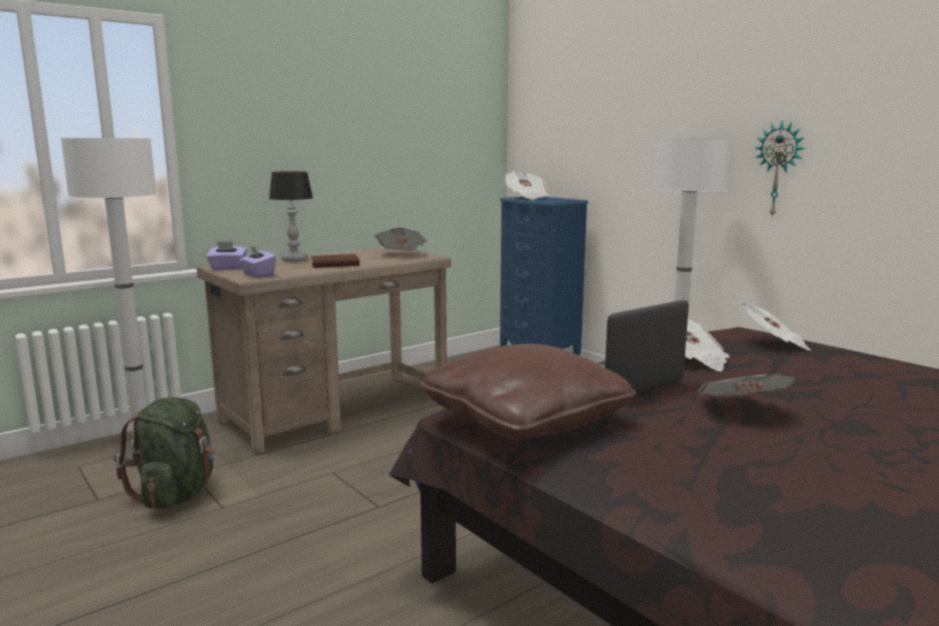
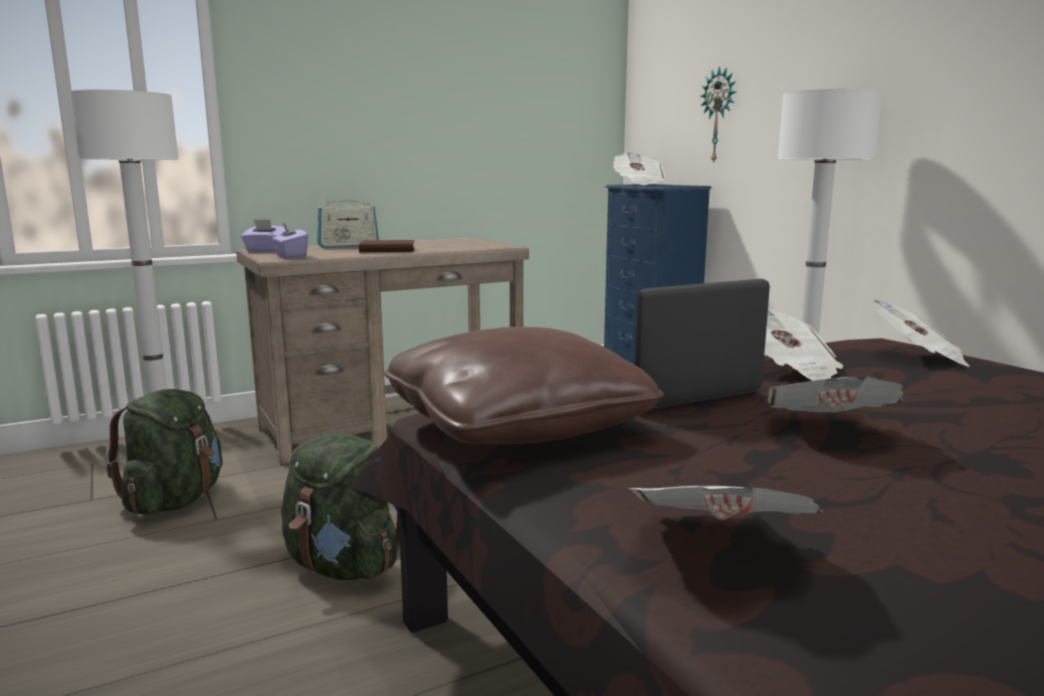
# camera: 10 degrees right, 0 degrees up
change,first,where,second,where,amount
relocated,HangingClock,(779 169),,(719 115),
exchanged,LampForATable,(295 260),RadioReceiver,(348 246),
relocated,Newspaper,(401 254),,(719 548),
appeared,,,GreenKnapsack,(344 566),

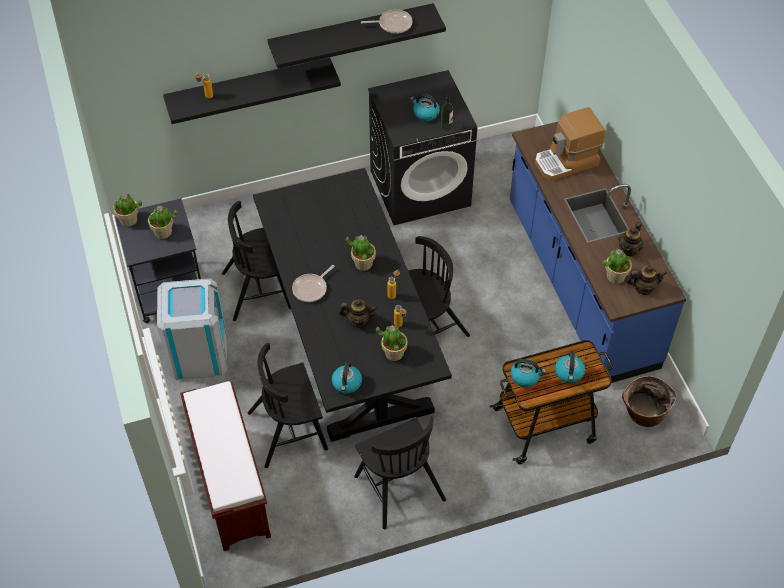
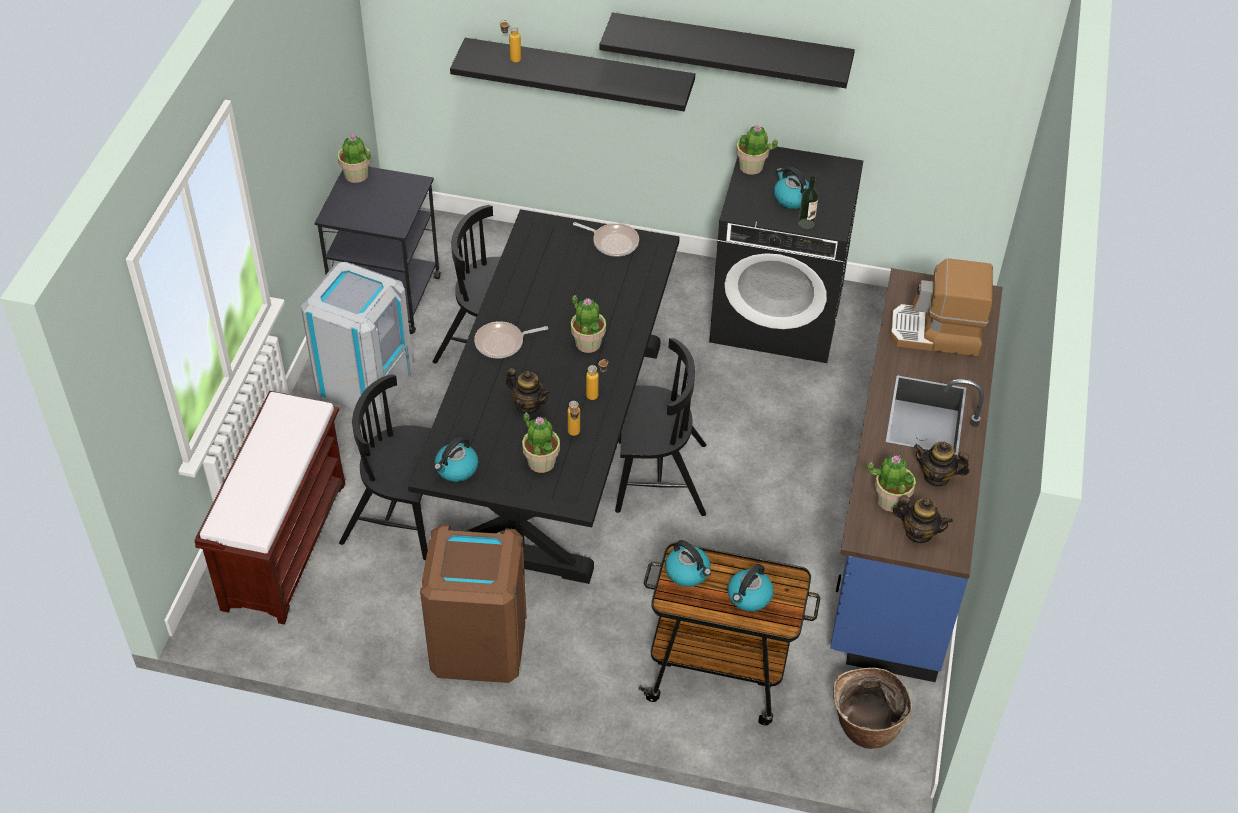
# camera: 30 degrees right, 5 degrees down
change,first,where,second,where,amount
relocated,FryingPan,(393 24),,(613 242),
relocated,PlantInAPot,(163 232),,(751 167),
spun,PotForTea,(629 250),,(936 477),45 degrees clockwise
exchanged,BlackColouredChair,(397 483),BrownColouredWasteBin,(478 643),

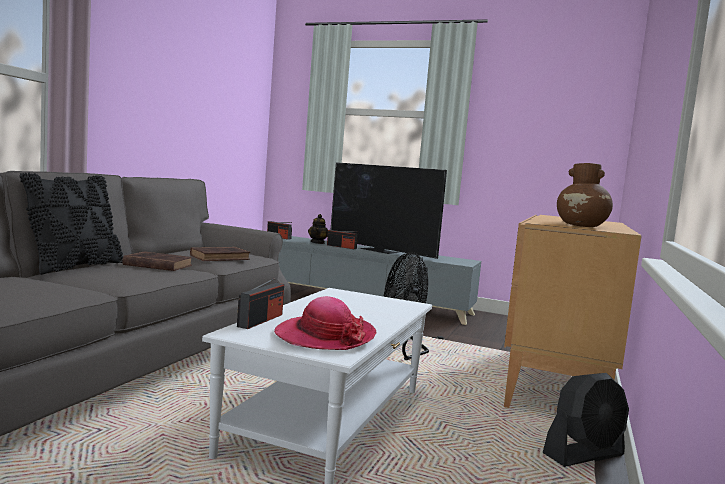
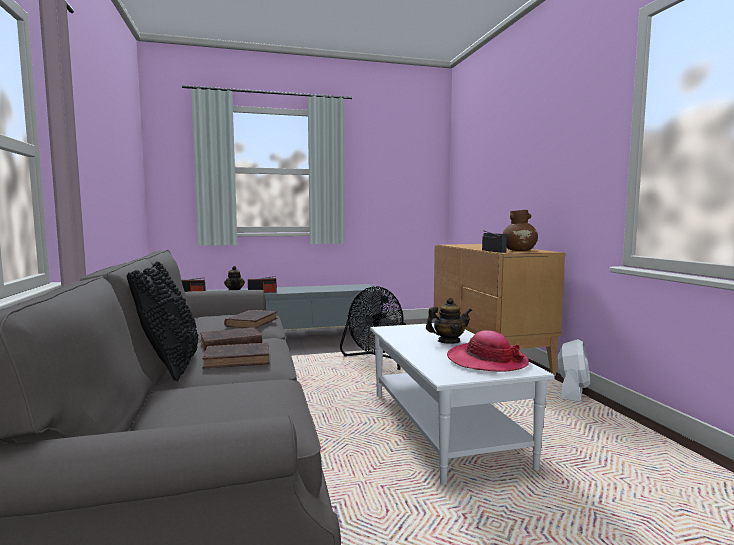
# camera: 35 degrees left, 0 degrees up
change,first,where,second,where,amount
missing,Tv,(379 250),,,
relocated,RadioReceiver,(260 320),,(493 251),
colour,BlackColouredElectricFan,(584 454),WhitishElectricFan,(572 392),
appeared,,,PotForTea,(448 341),
appeared,,,BrownColouredBook,(239 359),

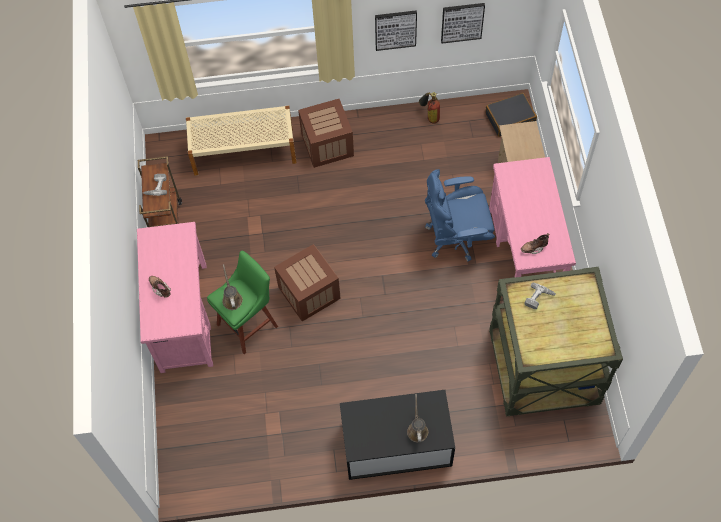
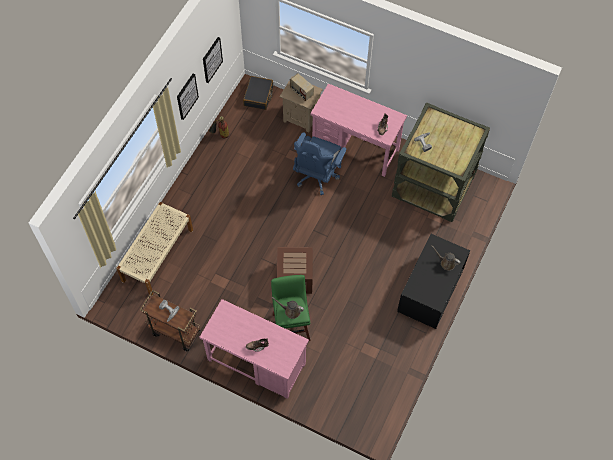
# camera: 60 degrees left, 0 degrees up
change,first,where,second,where,amount
missing,Crate,(327 145),,,
appeared,,,RadioReceiver,(301 92),

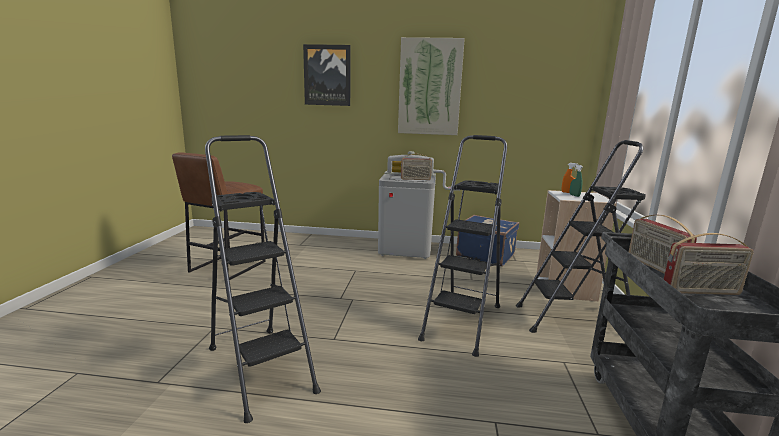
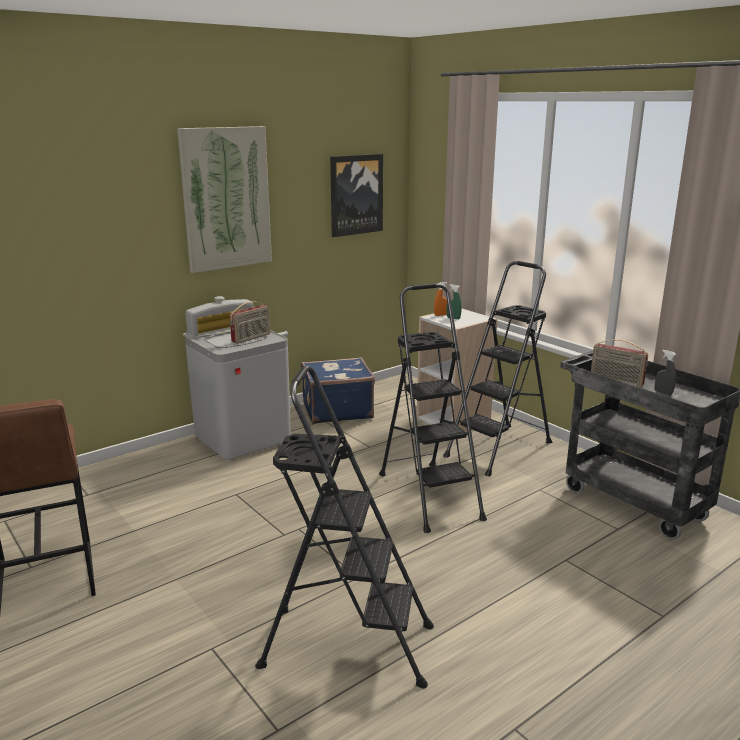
# camera: 45 degrees left, 5 degrees up
change,first,where,second,where,amount
relocated,WallPicture,(327 75),,(356 195),
exchanged,RadioReceiver,(701 292),GreySprayer,(663 393),

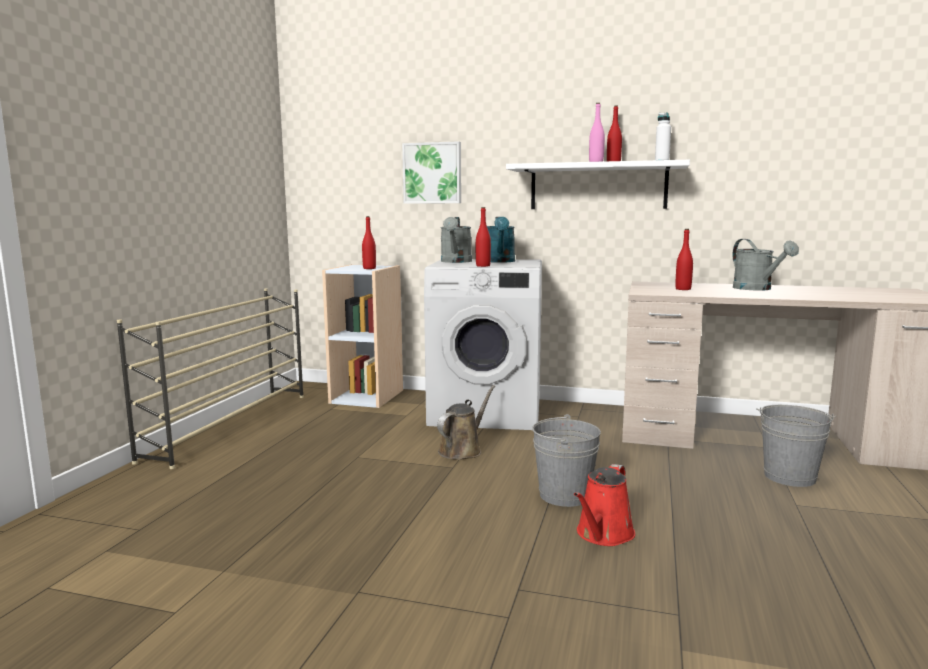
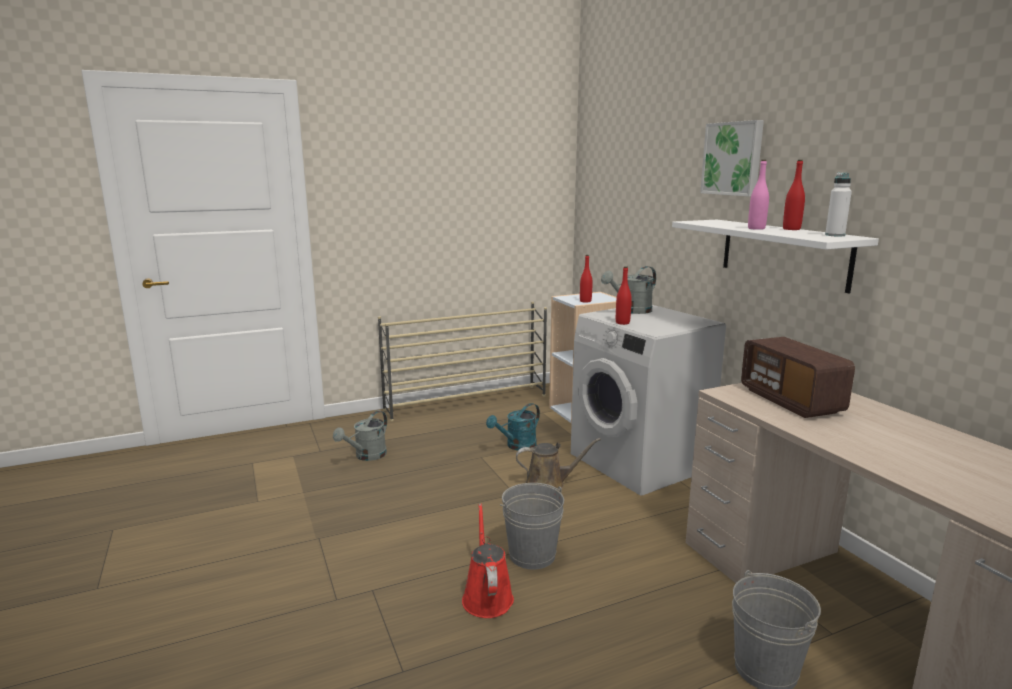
# camera: 50 degrees right, 5 degrees up
change,first,where,second,where,amount
relocated,WallPicture,(432 173),,(733 158),
relocated,TurquoiseWateringPot,(500 261),,(517 446),
exchanged,RedColouredBeverageBottle,(683 289),RadioReceiver,(790 401),
relocated,GreyWateringPot,(757 289),,(366 456),
spun,RedColouredWateringPot,(603 535),,(487 596),90 degrees clockwise

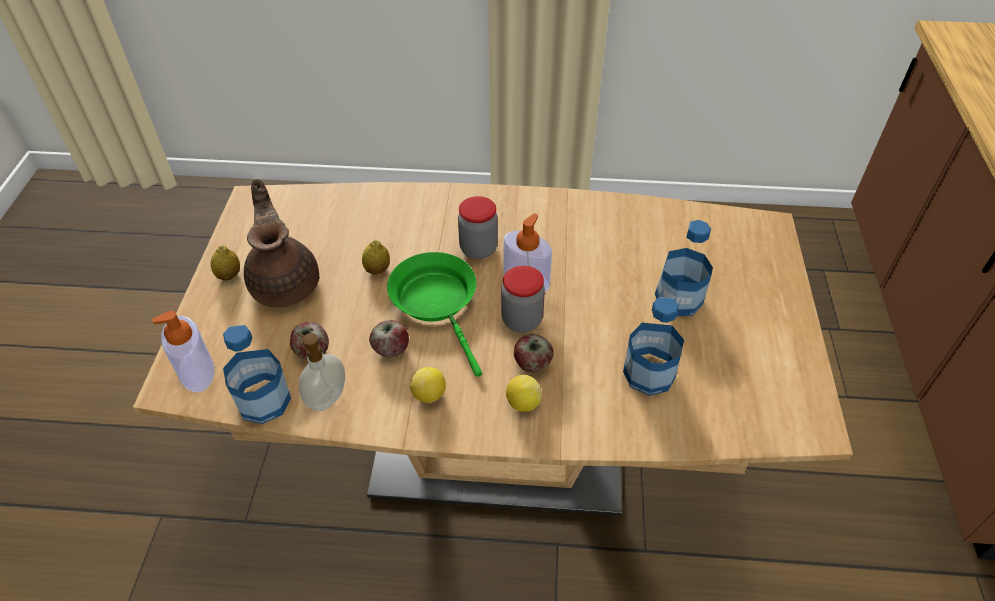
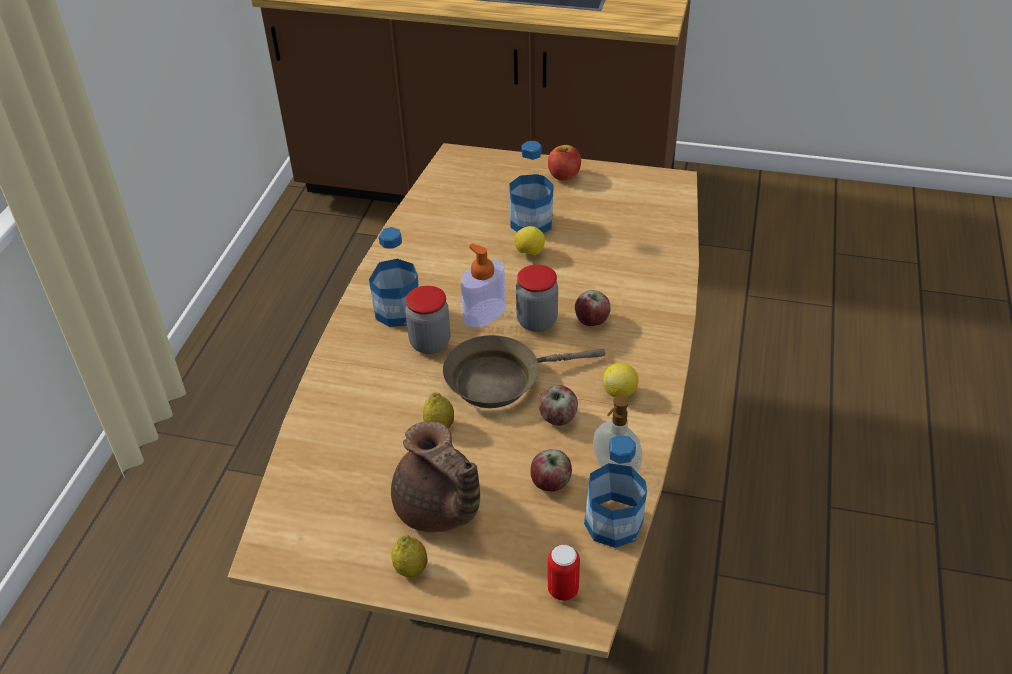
# camera: 80 degrees left, 5 degrees down
change,first,where,second,where,amount
spun,BrownColouredPotForTea,(286 283),,(439 509),120 degrees counterclockwise
colour,GreenFryingPan,(437 302),BrownColouredFryingPan,(500 379),
relocated,BeverageBottle,(649 374),,(397 311),
exchanged,SoapBottle,(196 371),MetalCan,(563 590),
relocated,WholeLemon,(523 403),,(529 253),
appeared,,,WholeApple,(564 175),

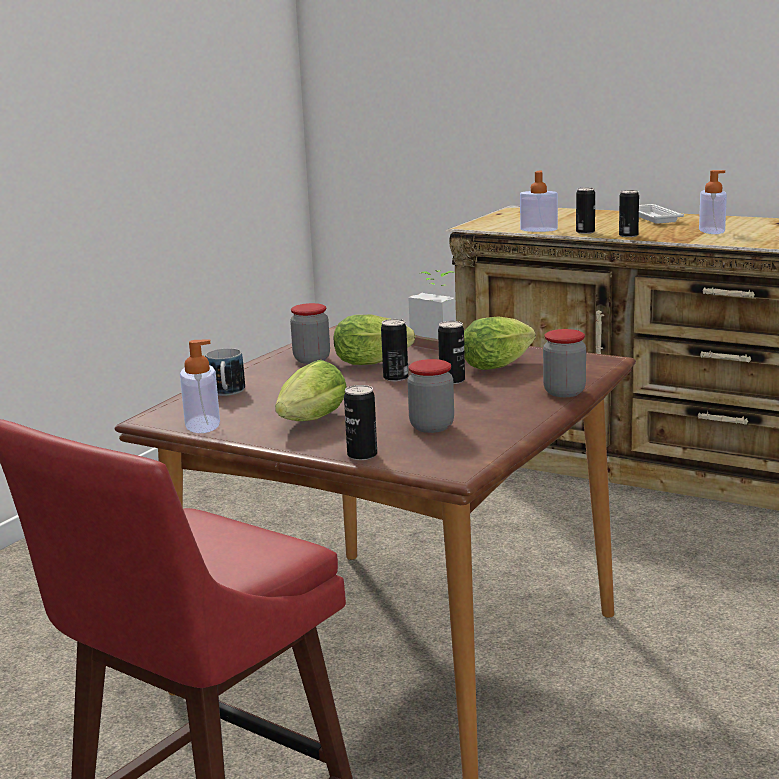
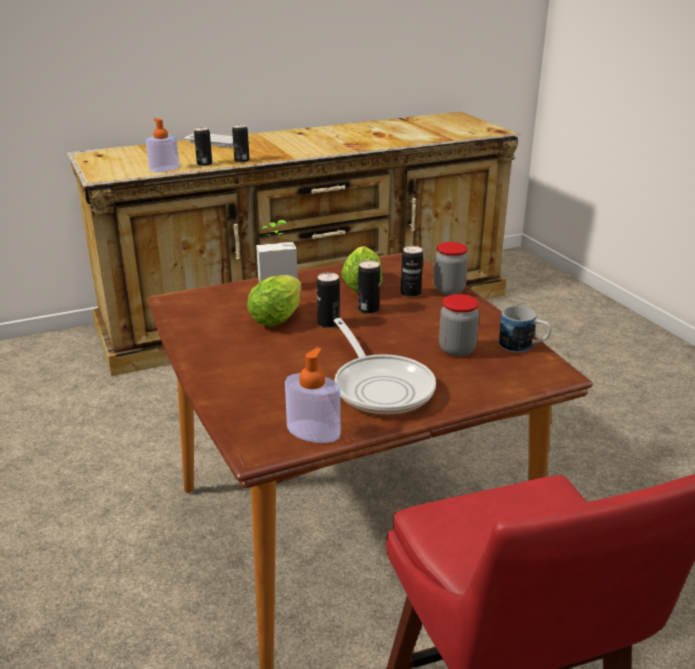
# camera: 55 degrees left, 10 degrees up
change,first,where,second,where,amount
missing,SoapBottle,(711 231),,,
missing,StorageJar,(312 359),,,
relocated,CoffeeMug,(226 393),,(523 346),
exchanged,Lettuce,(309 422),FryingPan,(380 387),
relocated,MetalCan,(362 455),,(410 293),

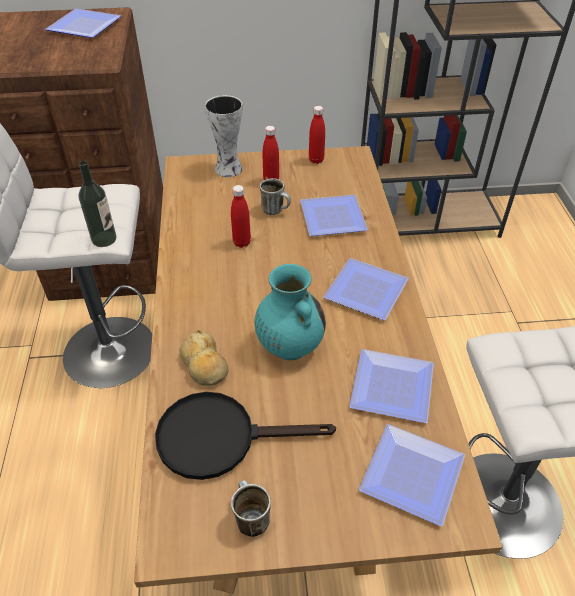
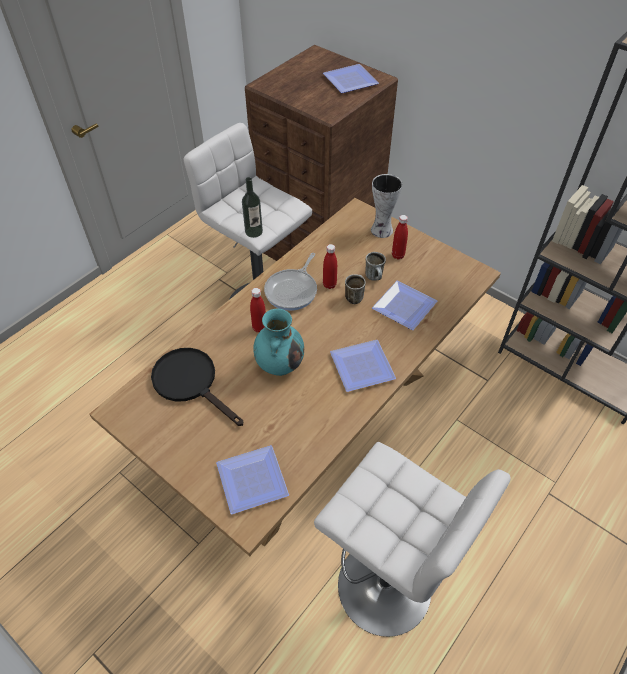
# camera: 45 degrees right, 5 degrees up
change,first,where,second,where,amount
relocated,RedColouredBeverageBottle,(316 160),,(259 328),
missing,BakeryBread,(204 365),,,
missing,DinnerPlate,(394 390),,,
relocated,CoffeeMug,(249 518),,(354 296),
appeared,,,FryingPan,(293 290),

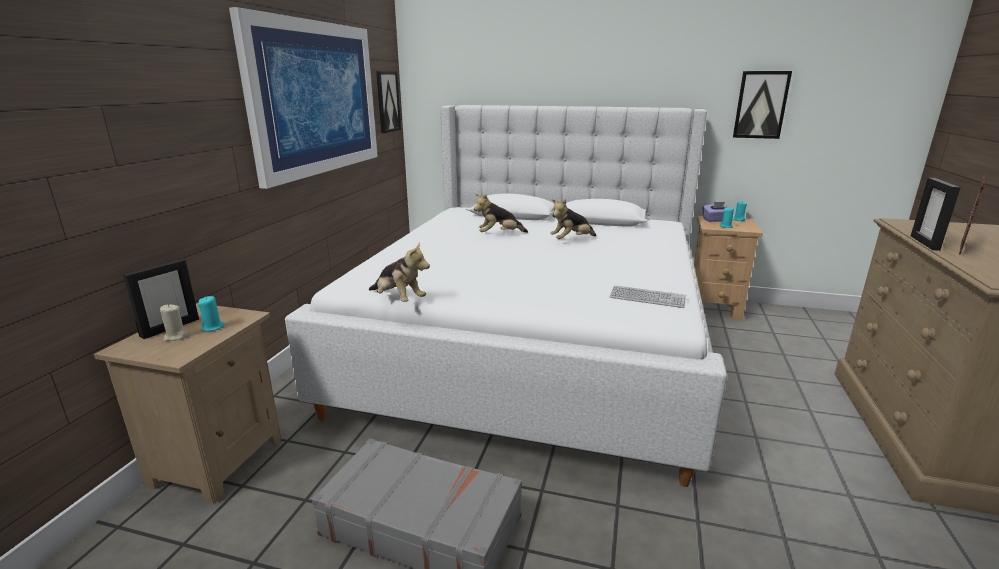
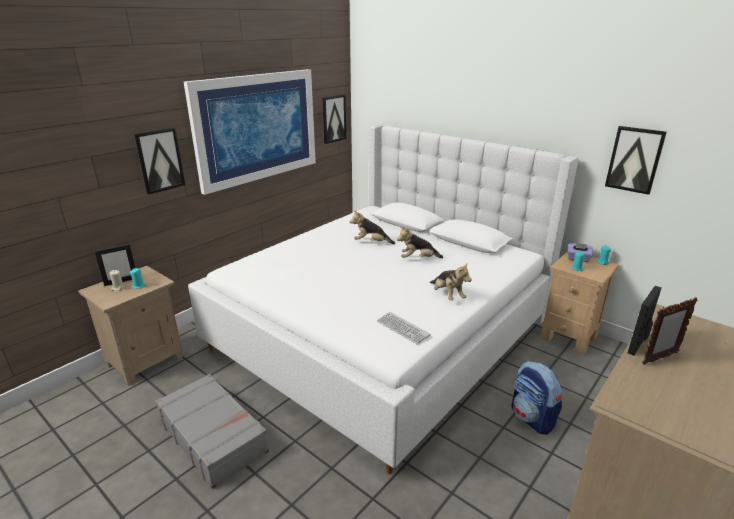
# camera: 25 degrees right, 5 degrees up
change,first,where,second,where,amount
relocated,CuddlyToy,(398 299),,(447 295),
appeared,,,WallPicture,(160 160),
appeared,,,Knapsack,(532 418),

